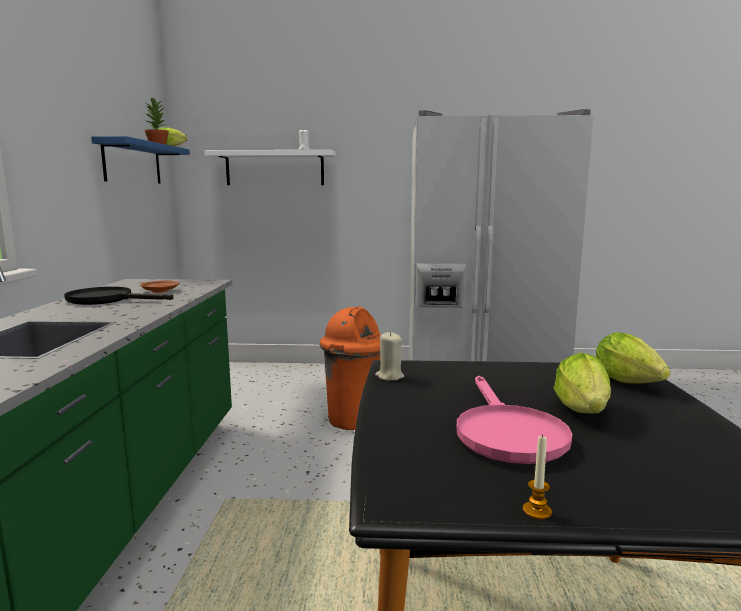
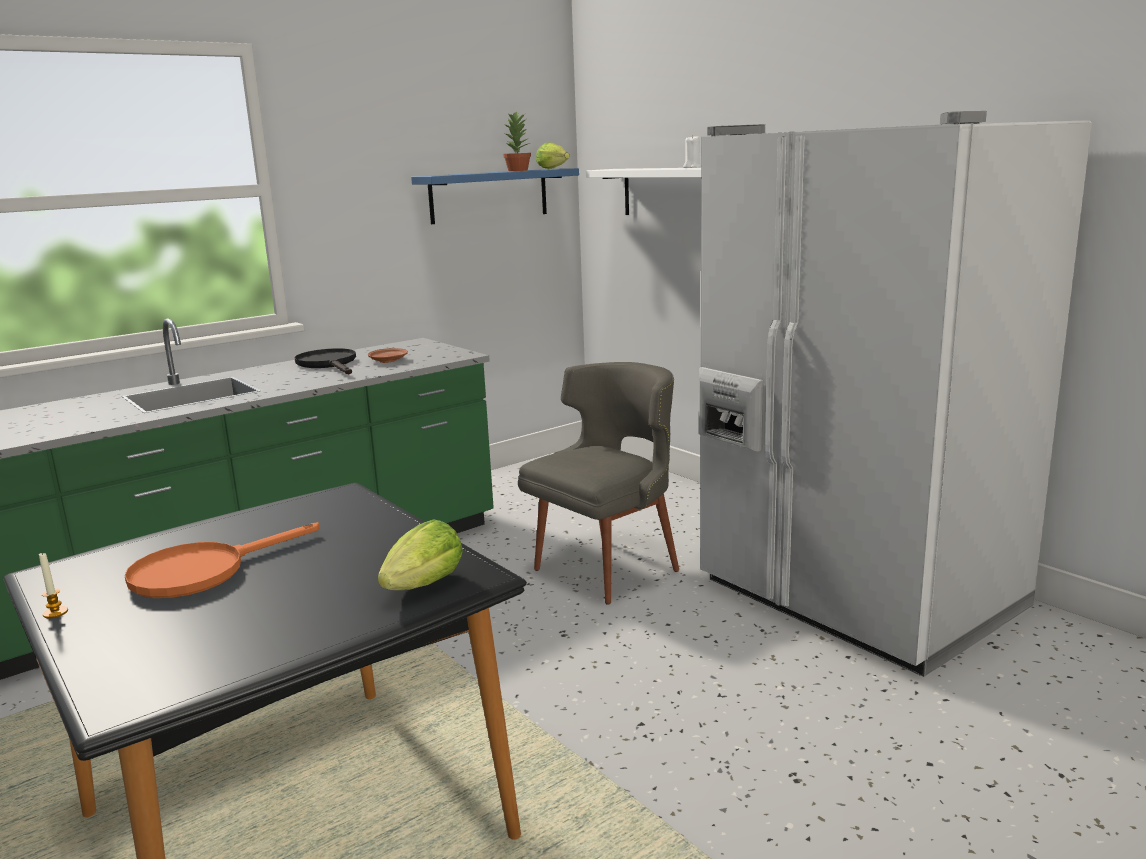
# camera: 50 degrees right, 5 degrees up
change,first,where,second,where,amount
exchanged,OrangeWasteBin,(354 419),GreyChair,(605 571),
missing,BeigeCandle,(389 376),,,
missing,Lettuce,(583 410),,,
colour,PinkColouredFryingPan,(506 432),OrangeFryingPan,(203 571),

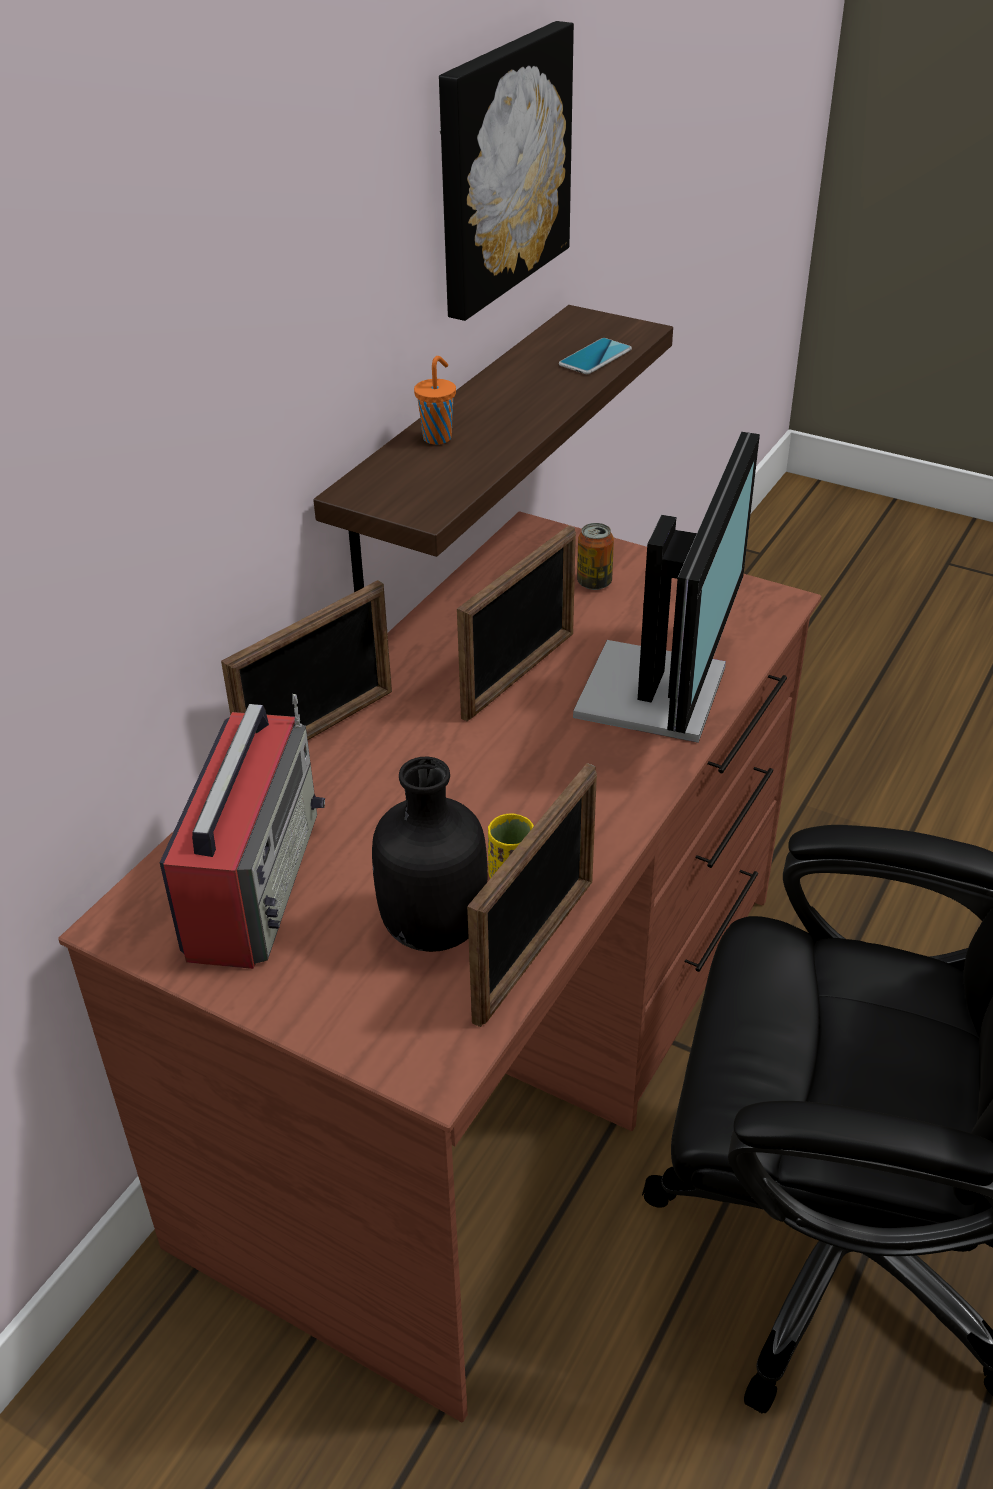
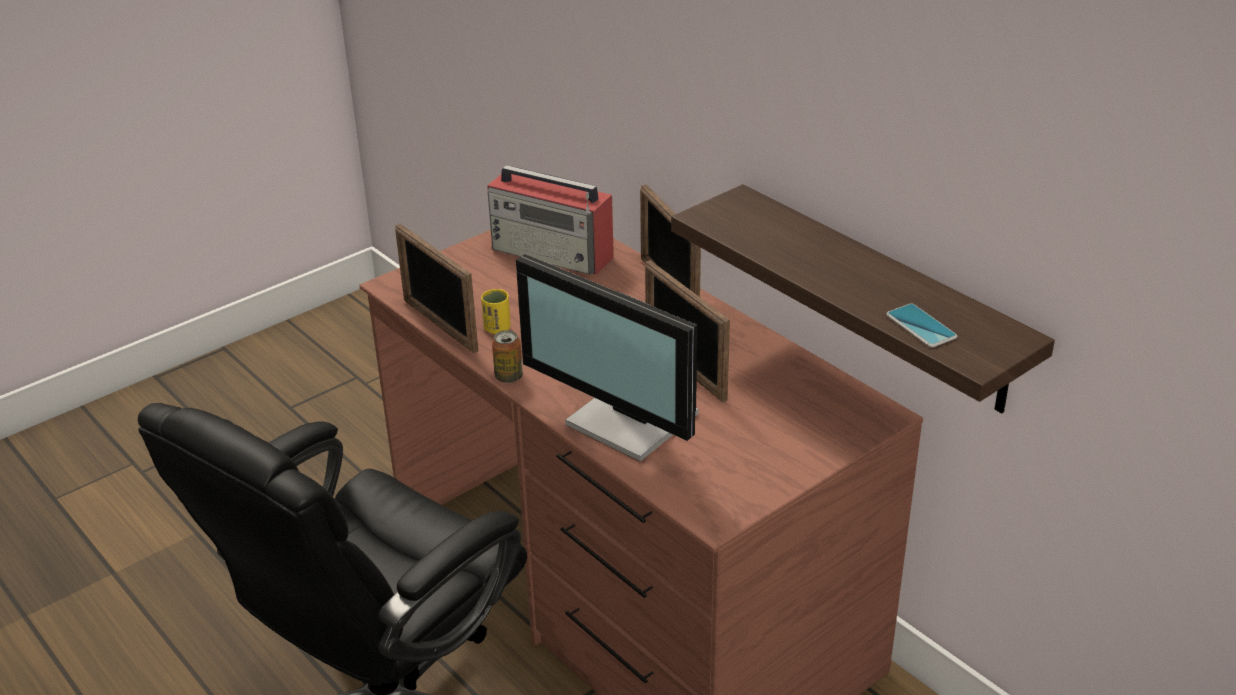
# camera: 110 degrees right, 5 degrees down
change,first,where,second,where,amount
missing,WallPicture,(499 168),,,
missing,OrangeCup,(438 437),,,
relocated,MetalCan,(594 583),,(508 377),
missing,BlackColouredBeverageBottle,(436 926),,,

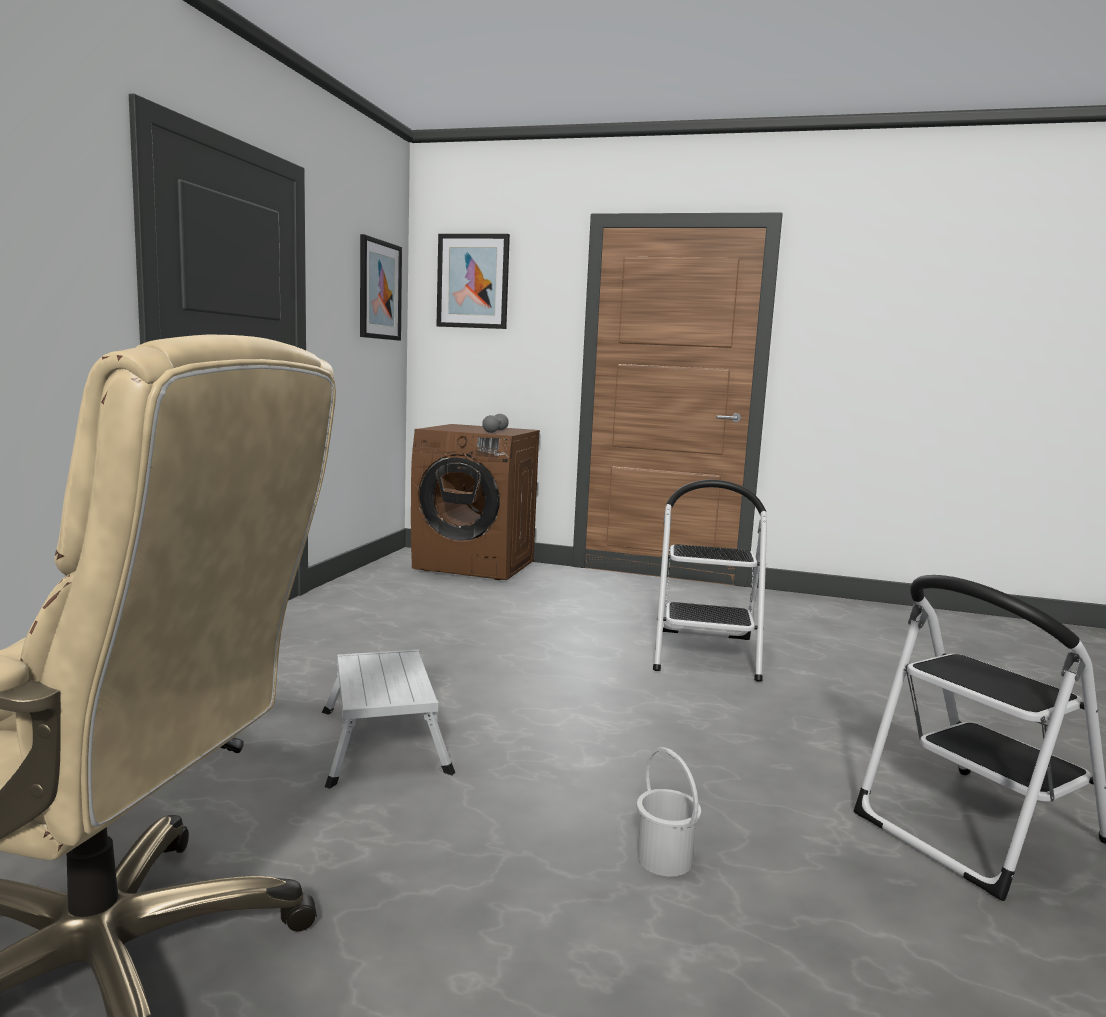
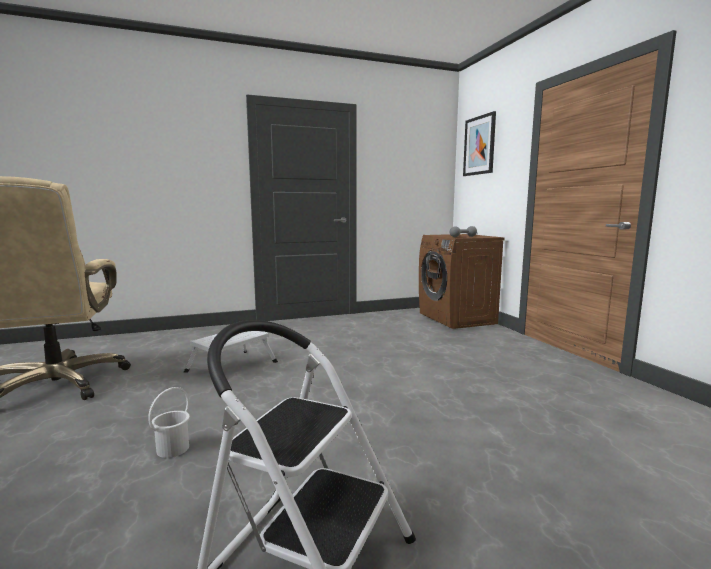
# camera: 55 degrees right, 0 degrees up
change,first,where,second,where,amount
missing,WallPicture,(379 290),,,
missing,StepLadder,(705 653),,,

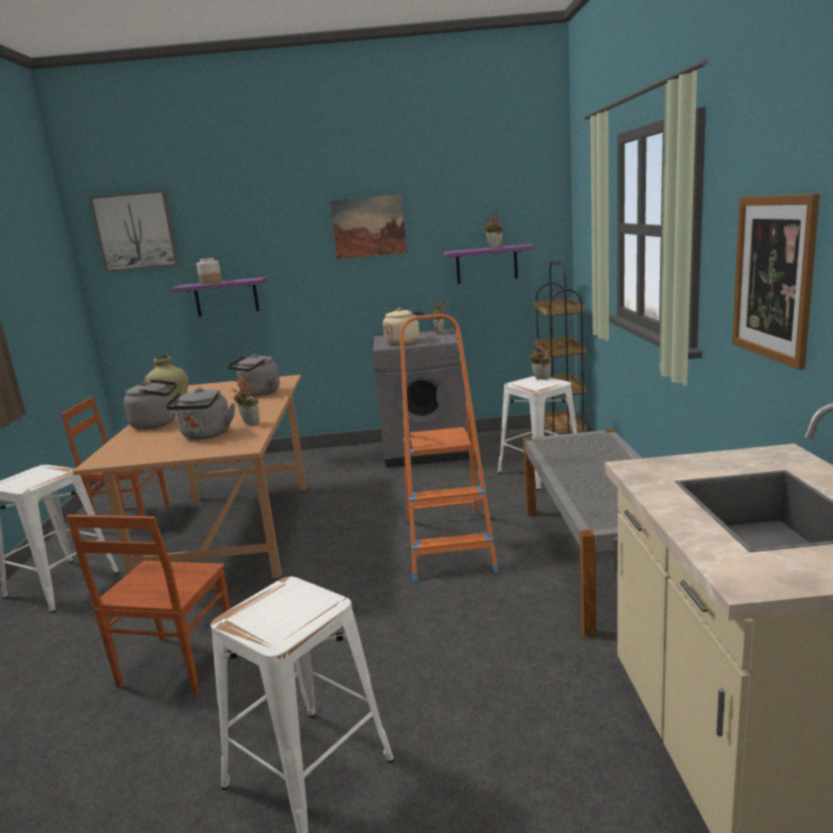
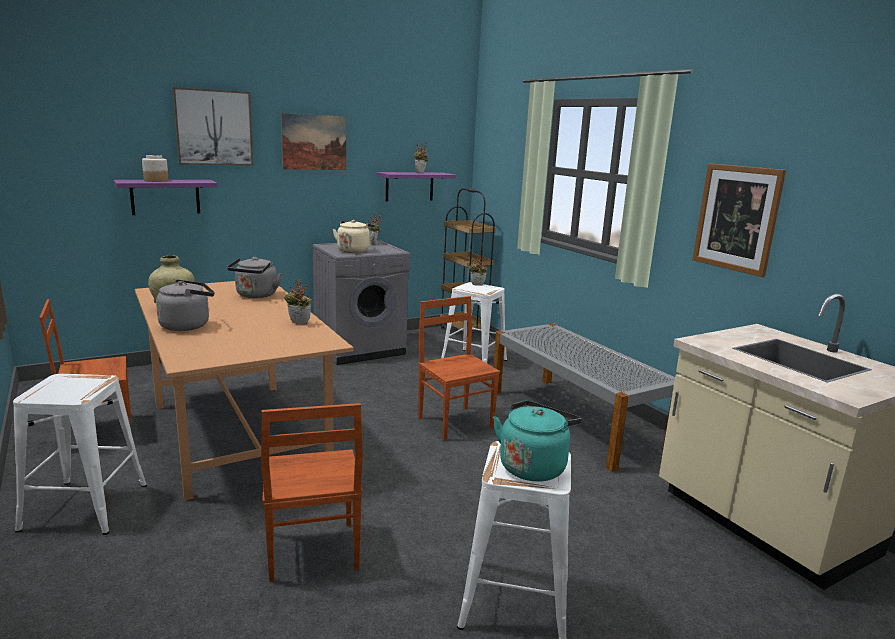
# camera: 30 degrees left, 0 degrees up
change,first,where,second,where,amount
relocated,WallPicture,(135 231),,(214 127),
exchanged,OrangeStepLadder,(448 544),BrownColouredChair,(455 422),
missing,GreyTeaKettle,(206 435),,,
appeared,,,TurquoiseTeaKettle,(533 466),

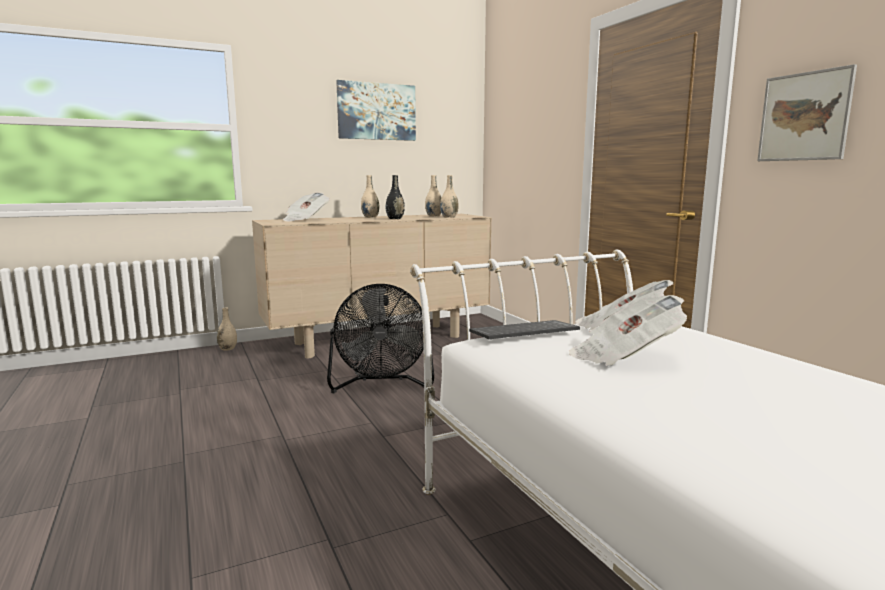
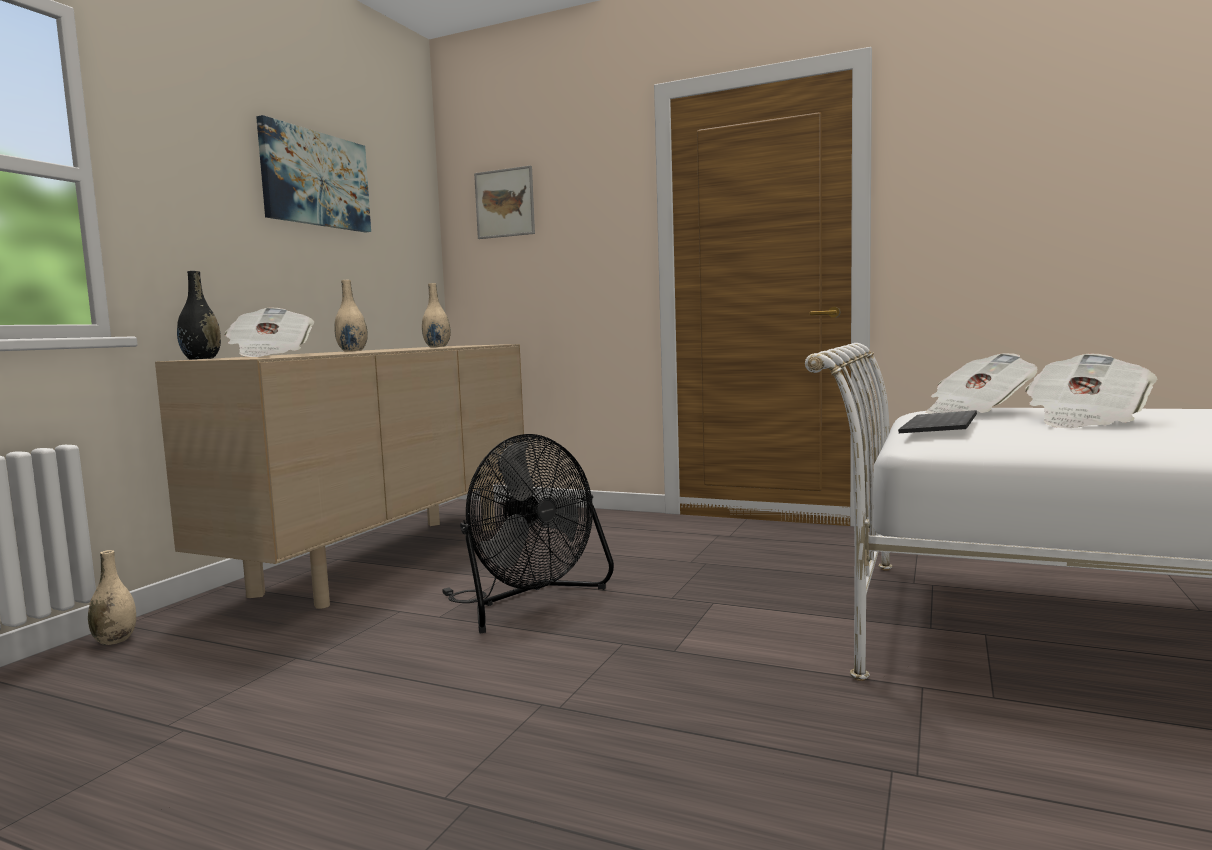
# camera: 40 degrees left, 5 degrees down
change,first,where,second,where,amount
relocated,WallPicture,(804 117),,(505 203),
relocated,BlackColouredVase,(395 218),,(201 359),
missing,BeigeVase,(449 217),,,

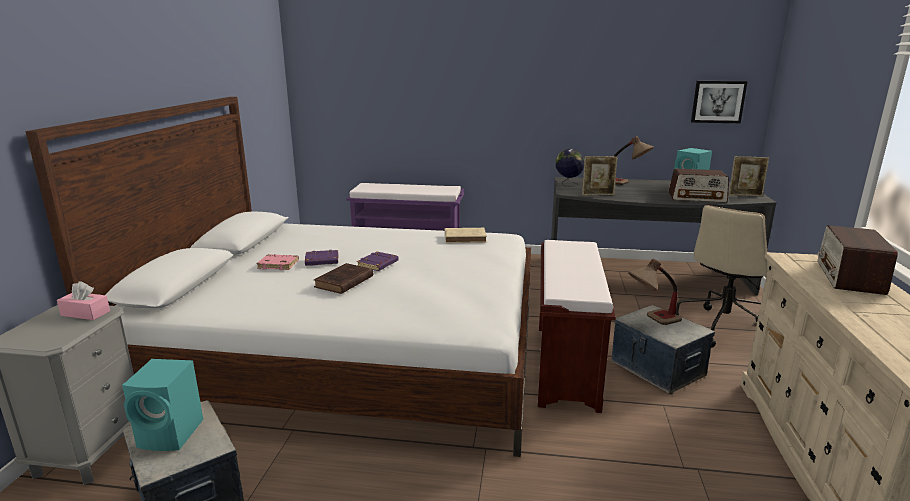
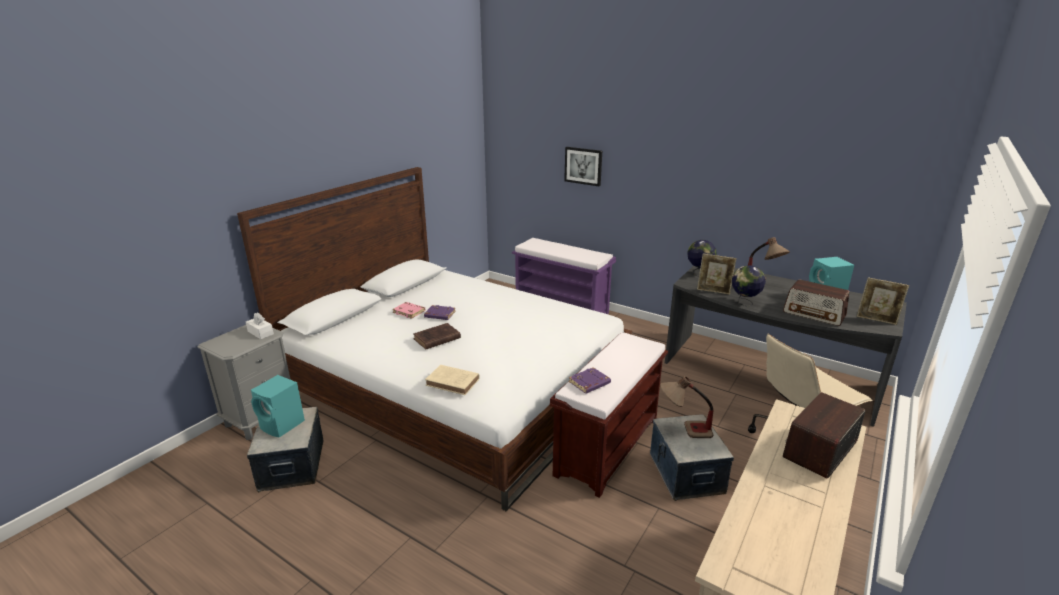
# camera: 25 degrees right, 5 degrees up
change,first,where,second,where,amount
relocated,WallPicture,(718 101),,(583 166),
relocated,BeigeBook,(466 238),,(454 382),
relocated,PurpleColouredBook,(378 264),,(589 383),
colour,PinkColouredBoxOfTissues,(85 313),WhitishBoxOfTissues,(260 333),
appeared,,,Globe,(744 303),

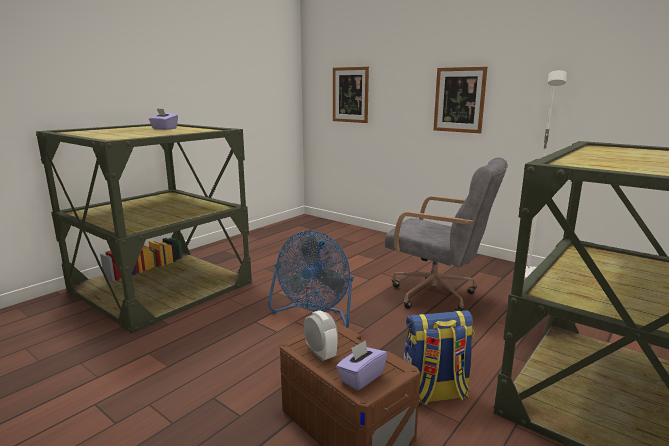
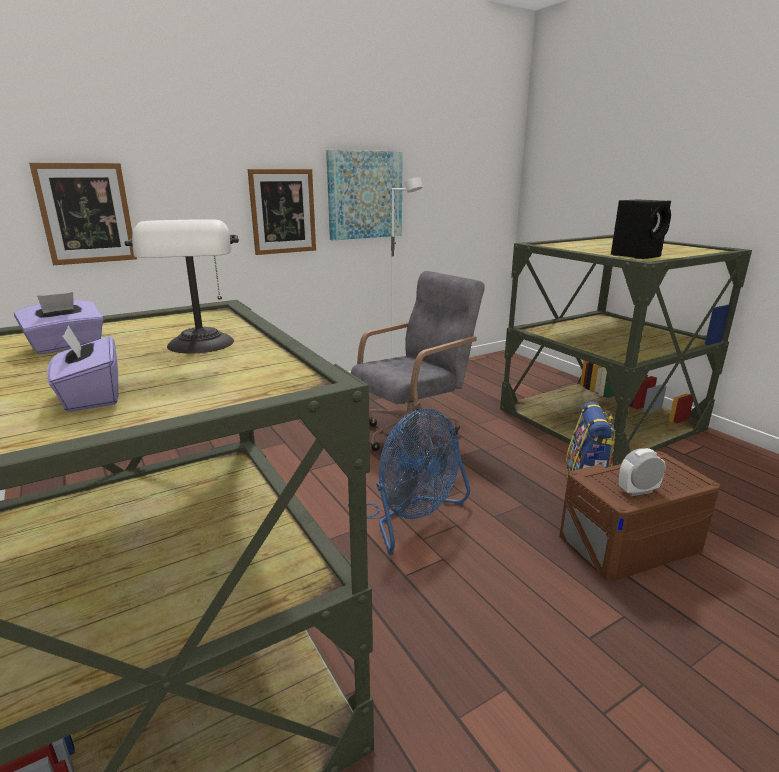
# camera: 70 degrees left, 5 degrees up
change,first,where,second,where,amount
relocated,PurpleColouredBoxOfTissues,(361 377),,(91 396),
appeared,,,WallPicture,(365 195),
appeared,,,BlackColouredSpeaker,(637 255),
appeared,,,LampForATable,(202 347),

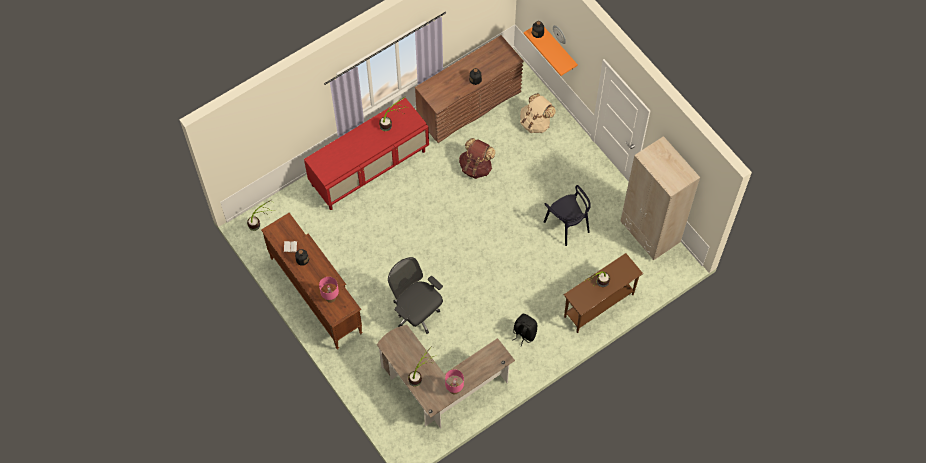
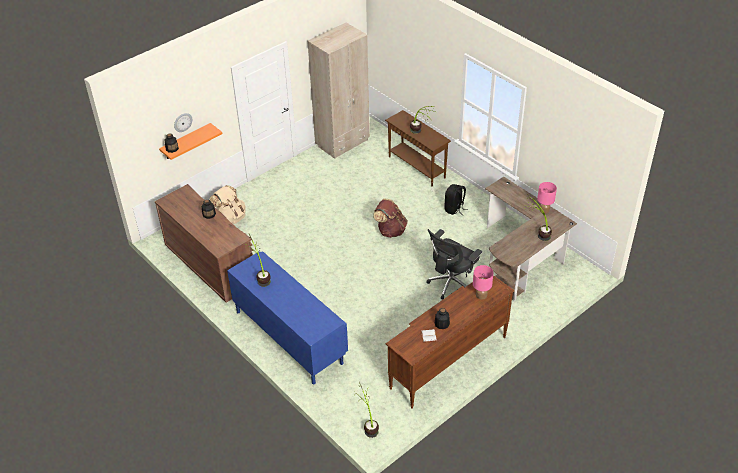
# camera: 95 degrees left, 20 degrees down
change,first,where,second,where,amount
colour,RedColouredCupboard,(369 169),BlueColouredCupboard,(290 336),
relocated,BrownColouredKnapsack,(476 167),,(390 230),
missing,BlackColouredChair,(567 225),,,

